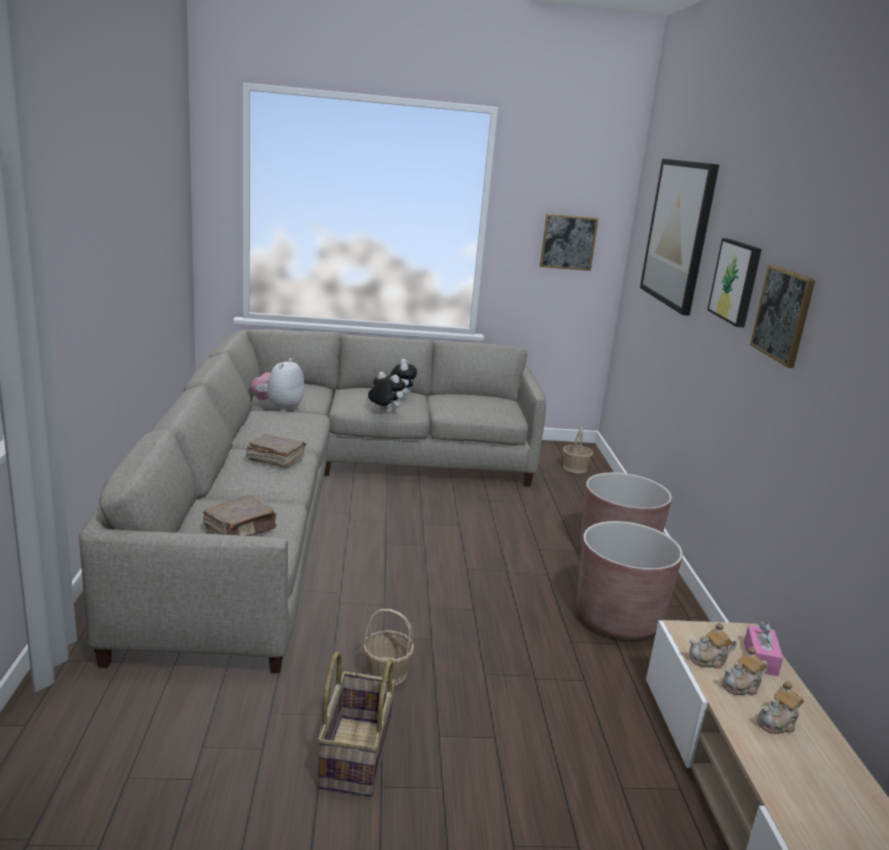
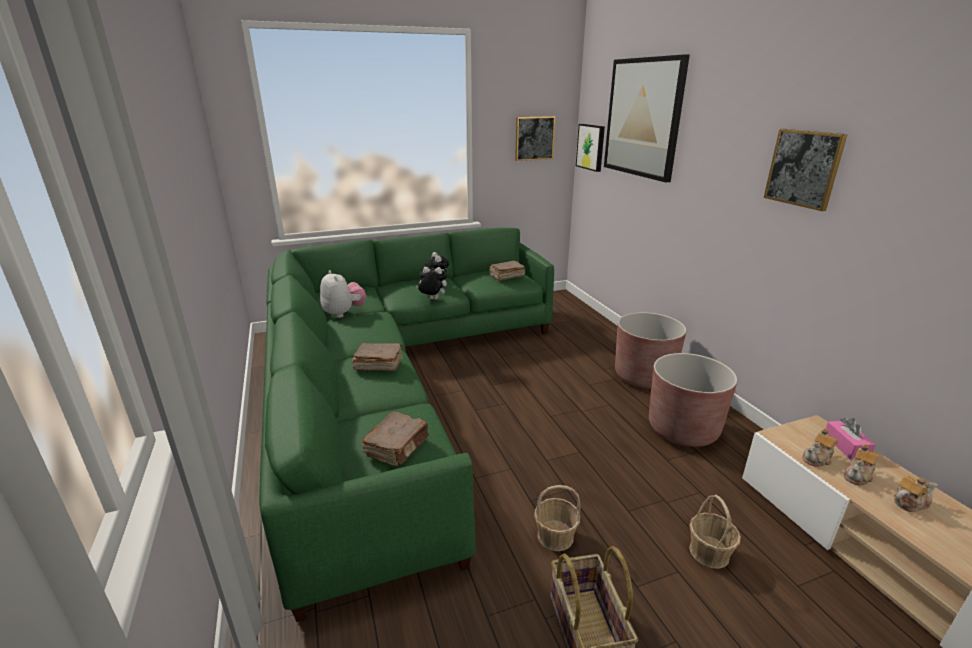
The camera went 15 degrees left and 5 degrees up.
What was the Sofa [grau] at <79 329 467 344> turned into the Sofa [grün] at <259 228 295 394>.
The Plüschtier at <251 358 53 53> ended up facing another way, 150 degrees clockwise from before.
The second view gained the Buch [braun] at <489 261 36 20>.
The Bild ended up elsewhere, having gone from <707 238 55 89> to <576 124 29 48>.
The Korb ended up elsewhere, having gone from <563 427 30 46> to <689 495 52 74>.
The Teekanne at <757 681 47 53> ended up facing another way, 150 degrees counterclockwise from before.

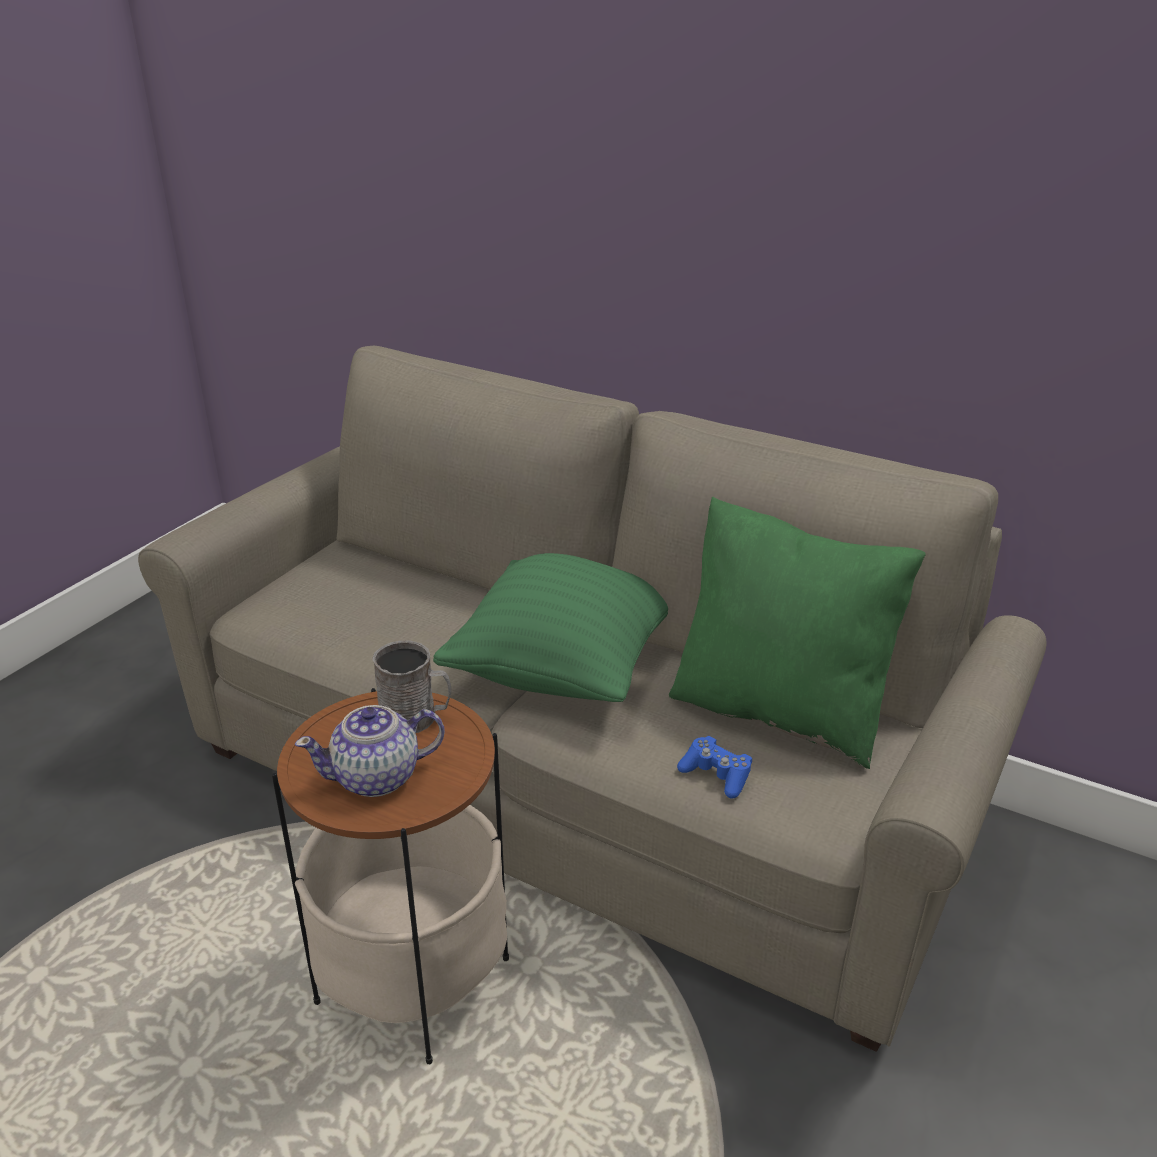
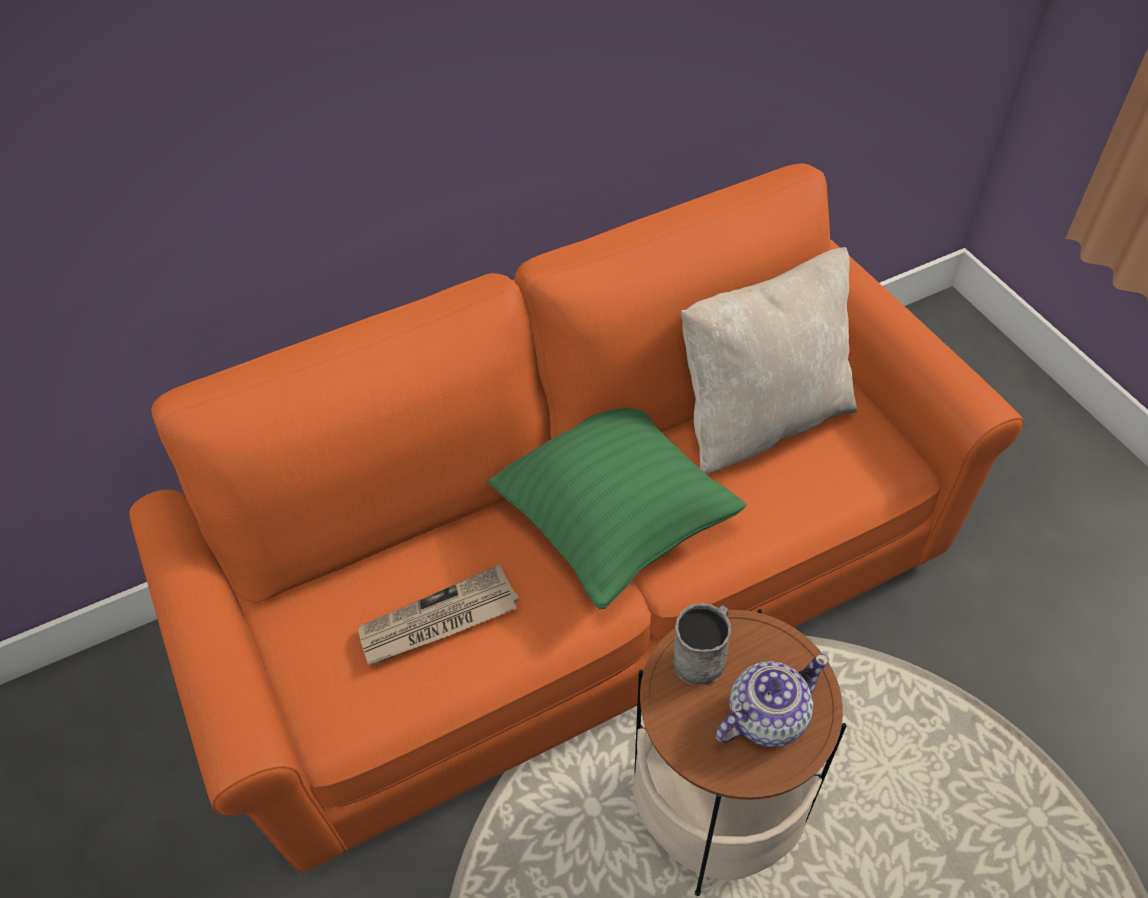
The camera went 55 degrees left and 20 degrees up.
What was the Sofa [beige] at <138 346 909 706> turned into the Sofa [orange] at <129 163 895 710>.
The second view gained the Zeitung at <358 564 161 101>.
What was the Kissen [grün] at <669 497 257 272> turned into the Kissen [beige] at <681 247 176 227>.
The Teekanne at <295 705 150 92> ended up facing another way, 135 degrees counterclockwise from before.
The second view lost the Gamepad [blau] at <677 736 75 63>.

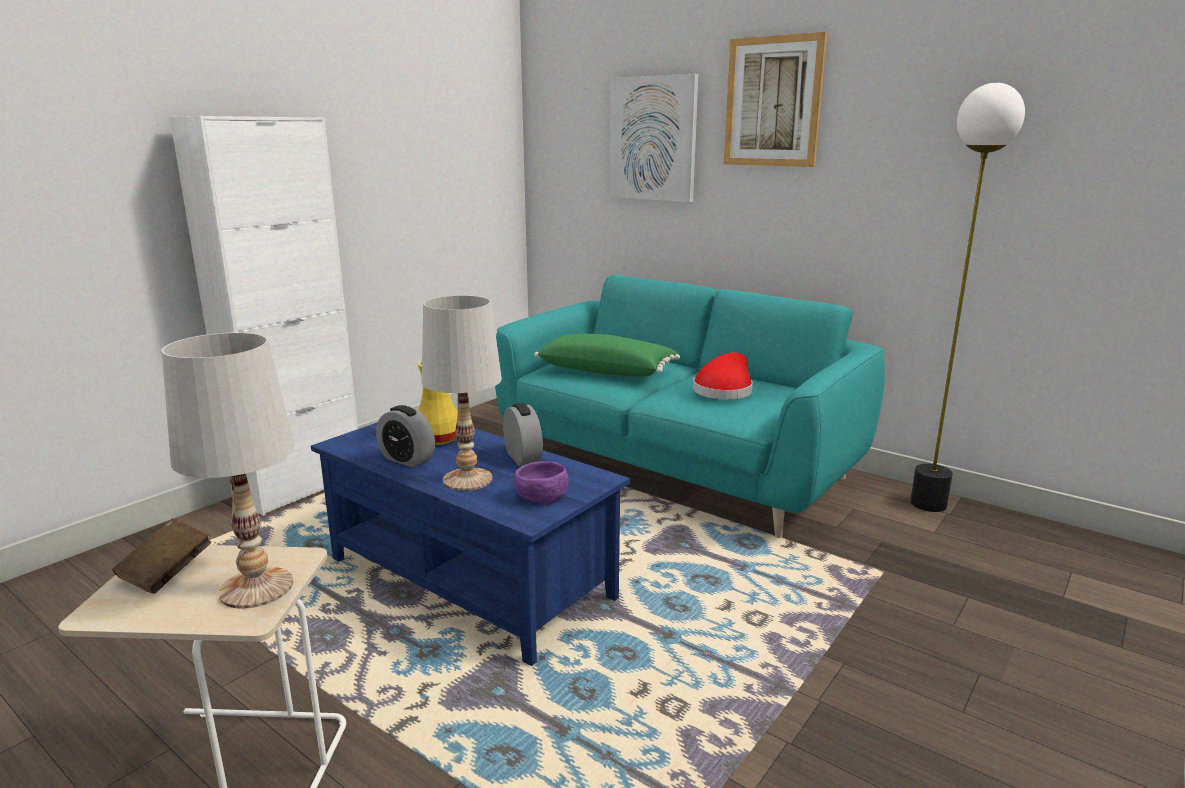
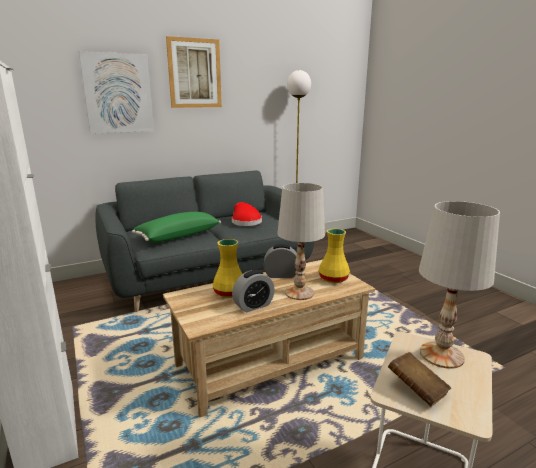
The camera went 65 degrees left and 0 degrees up.
What was the Sofa [türkis] at <495 275 390 263> turned into the Sofa [grau] at <95 170 219 142>.
What was the Couchtisch [blau] at <311 422 319 244> turned into the Couchtisch [beige] at <163 260 212 157>.
Where the Schüssel [lila] stood at <514 462 55 43>, the Vase [gelb] came to stand at <318 229 32 54>.

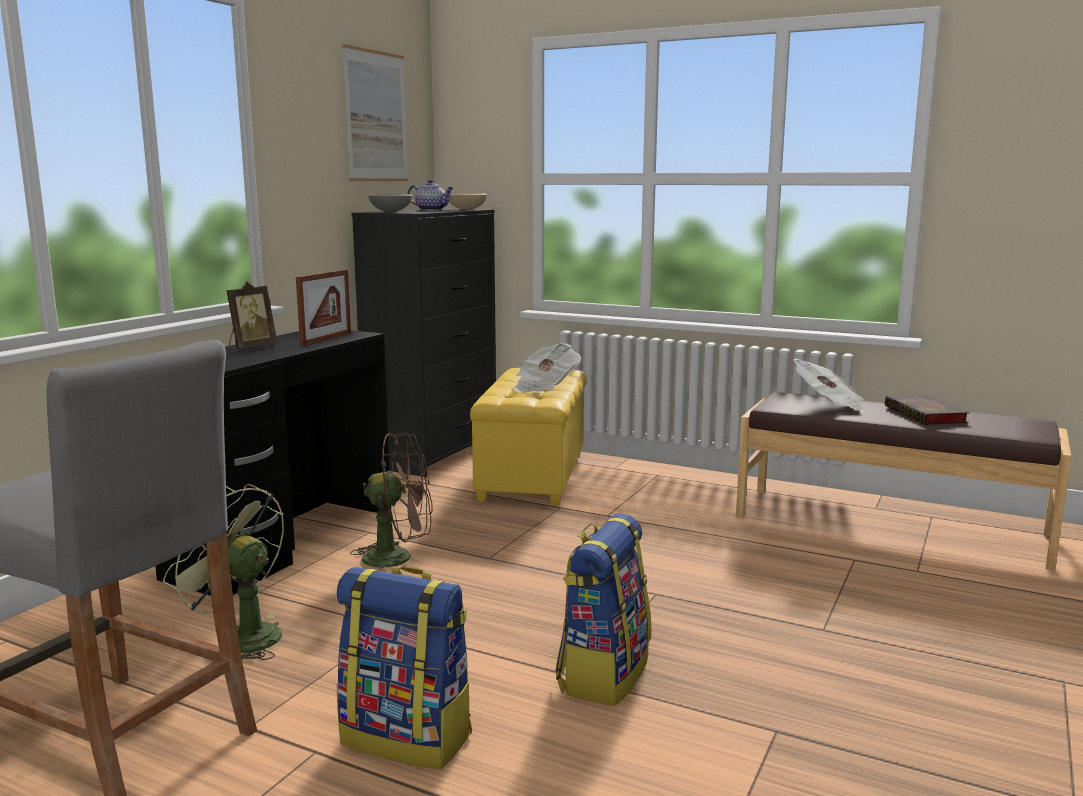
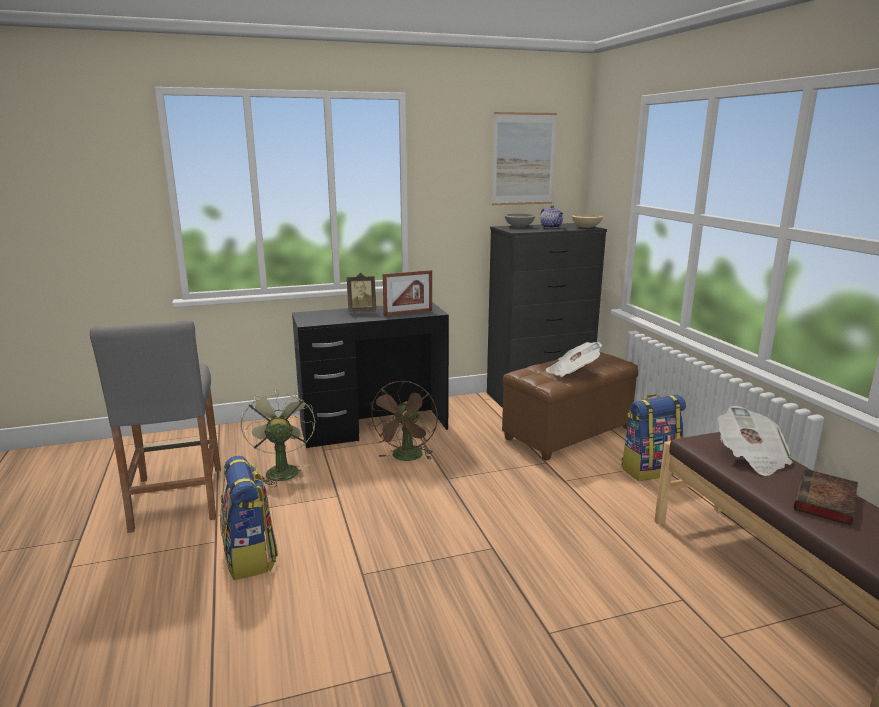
The camera went 45 degrees right and 5 degrees up.
The Ventilator [braun] at <350 432 82 143> ended up facing another way, 60 degrees clockwise from before.
What was the Polsterhocker [gelb] at <470 368 117 138> turned into the Polsterhocker [braun] at <502 352 136 109>.
The Rucksack ended up elsewhere, having gone from <555 514 96 192> to <621 394 65 87>.

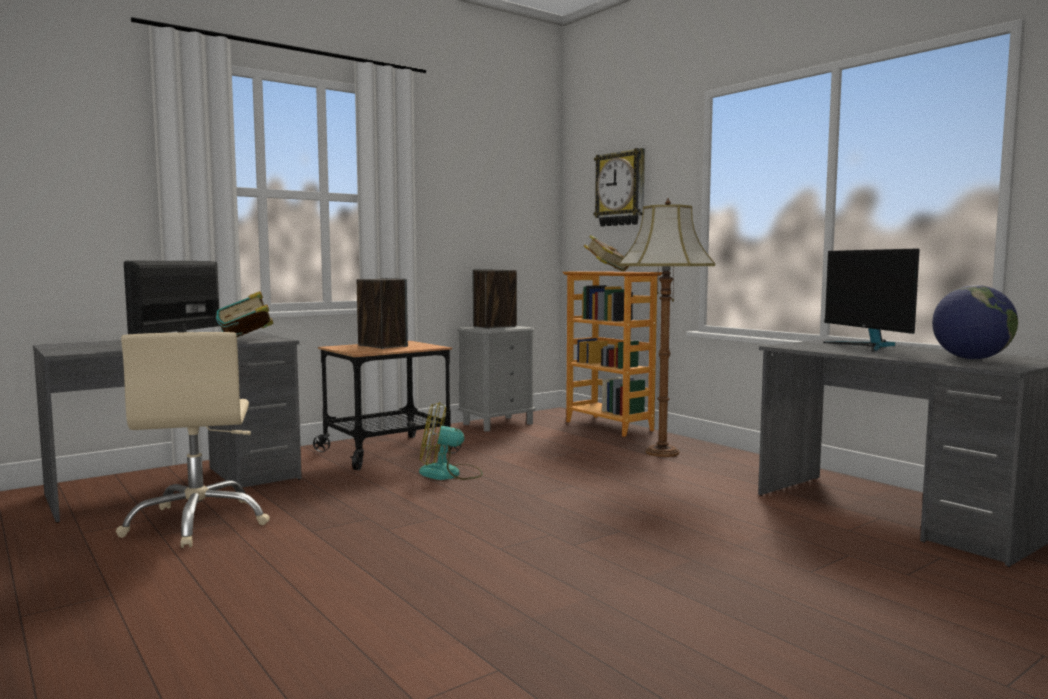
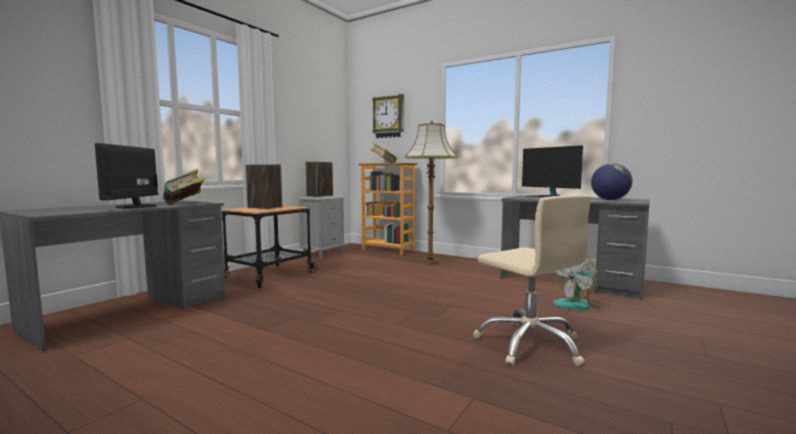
The camera went 20 degrees left and 0 degrees up.
The Bürostuhl [beige] ended up elsewhere, having gone from <116 332 154 216> to <473 195 119 171>.
The Ventilator ended up elsewhere, having gone from <419 402 64 78> to <553 257 49 53>.

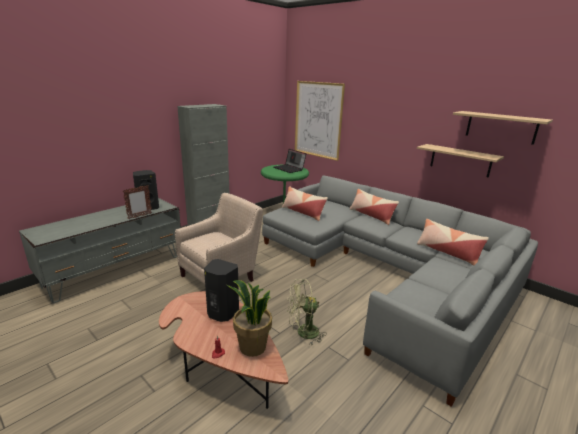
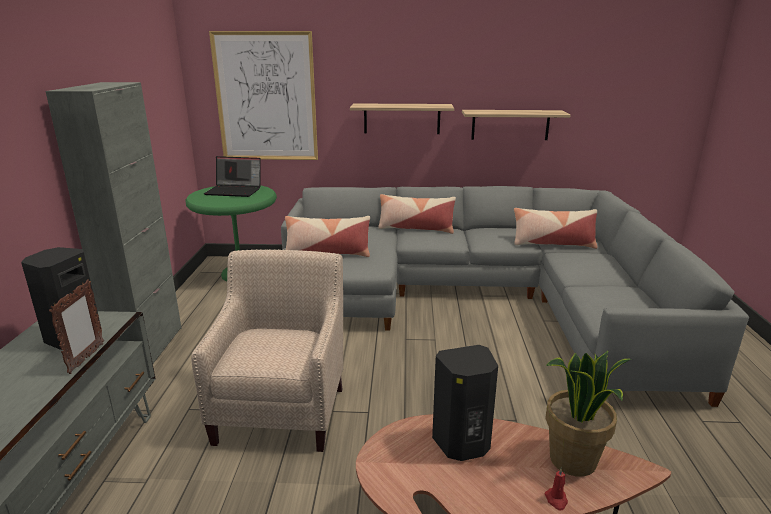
The camera went 40 degrees left and 0 degrees up.
The Wandregal ended up elsewhere, having gone from <453 111 100 34> to <350 104 104 30>.
The second view lost the Ventilator [grün] at <287 279 40 66>.

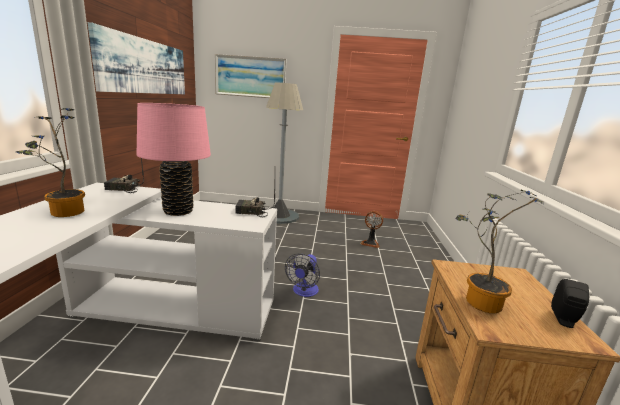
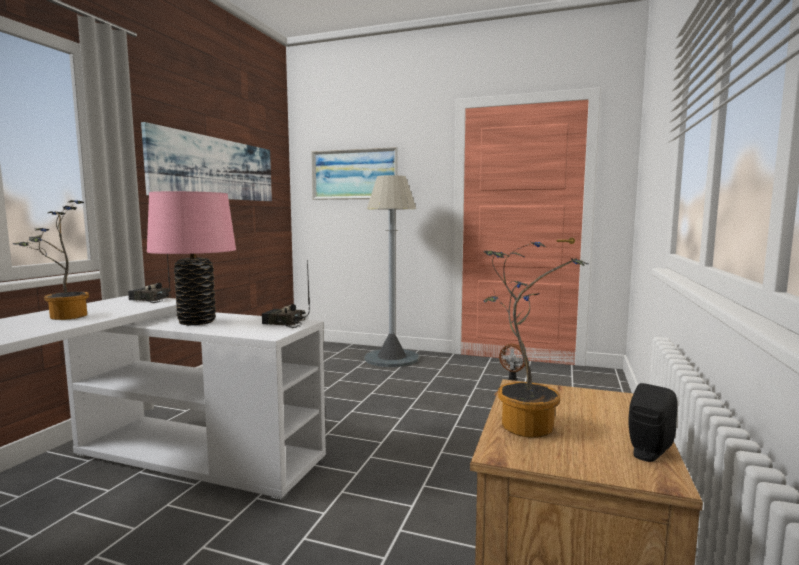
The camera went 15 degrees right and 10 degrees down.
The second view lost the Ventilator at <285 253 35 44>.

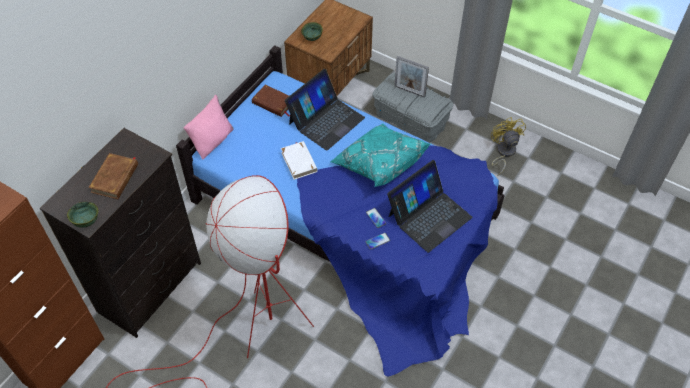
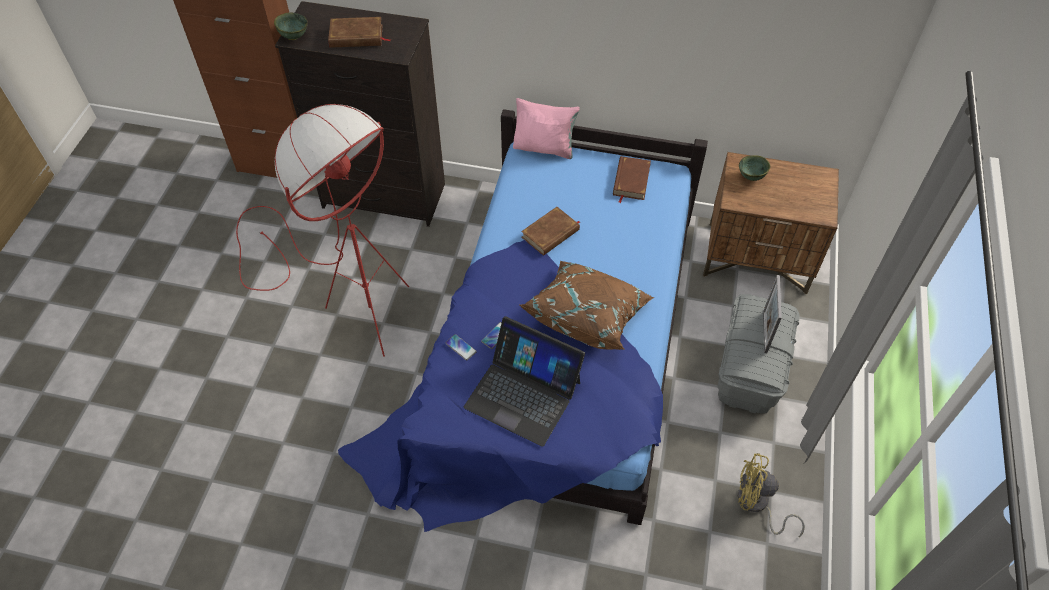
The camera went 70 degrees right and 0 degrees up.
What was the Kissen [türkis] at <330 123 101 64> turned into the Kissen [braun] at <519 261 135 89>.
What was the Buch [weiß] at <281 141 37 39> turned into the Buch [braun] at <521 207 59 49>.
The Ventilator [gelb] at <491 117 35 59> ended up facing another way, 135 degrees counterclockwise from before.
The second view lost the Laptop at <285 69 80 82>.

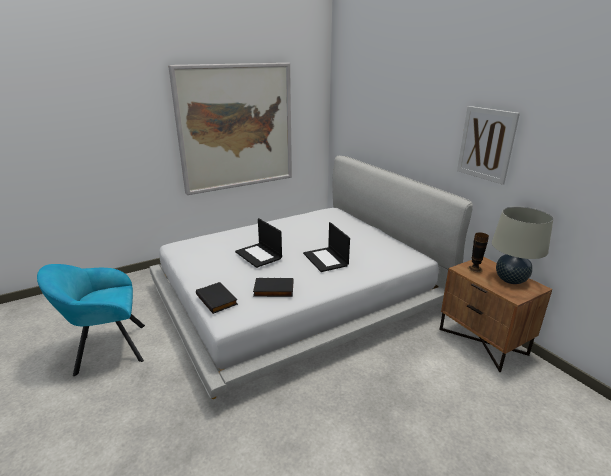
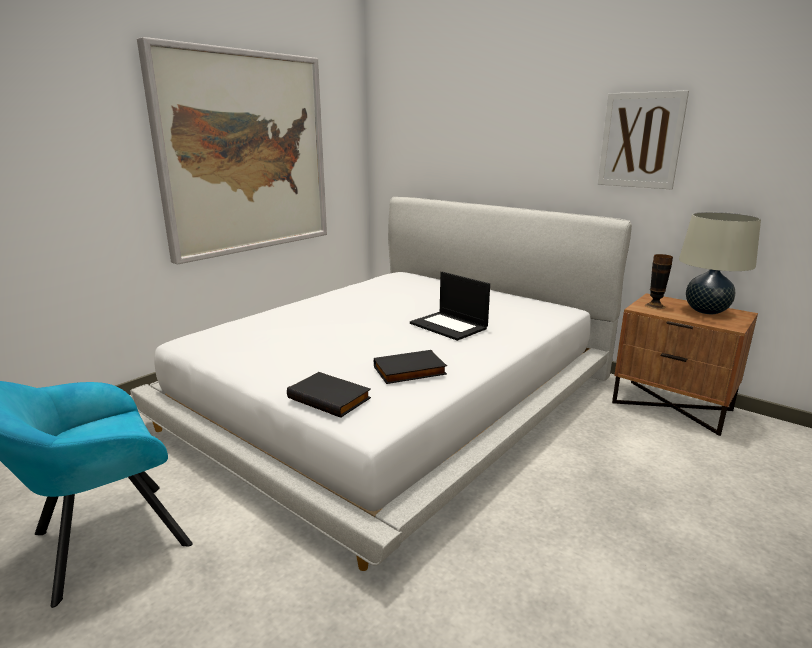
The camera went 20 degrees left and 5 degrees down.
The second view lost the Laptop at <235 218 47 50>.

